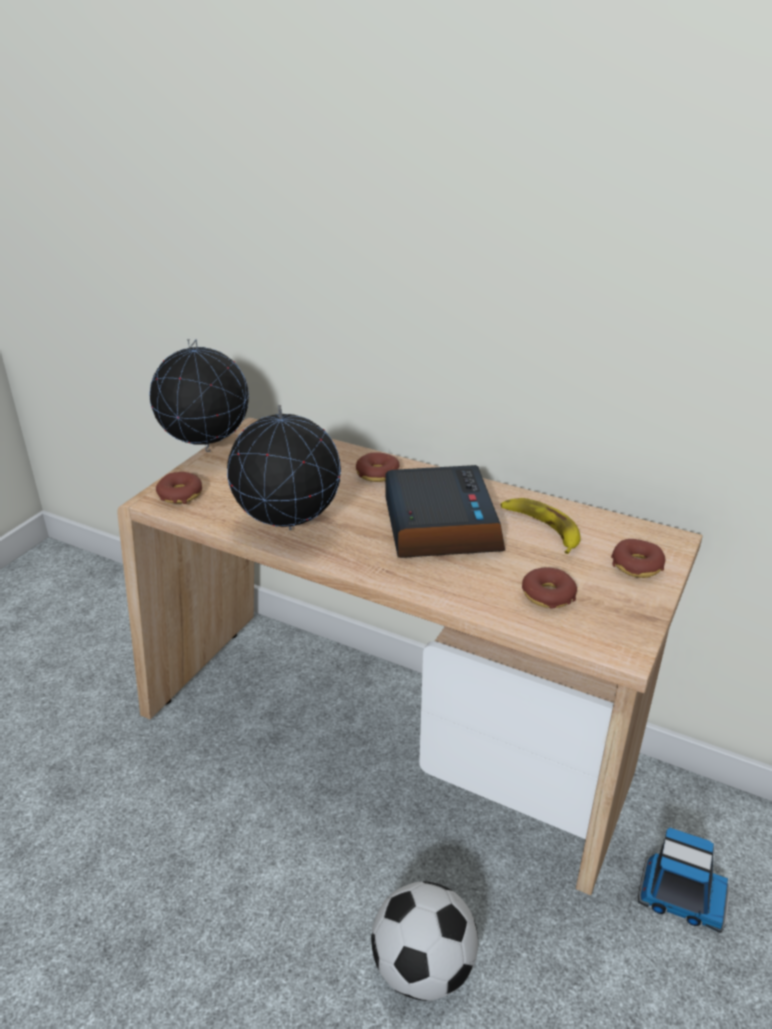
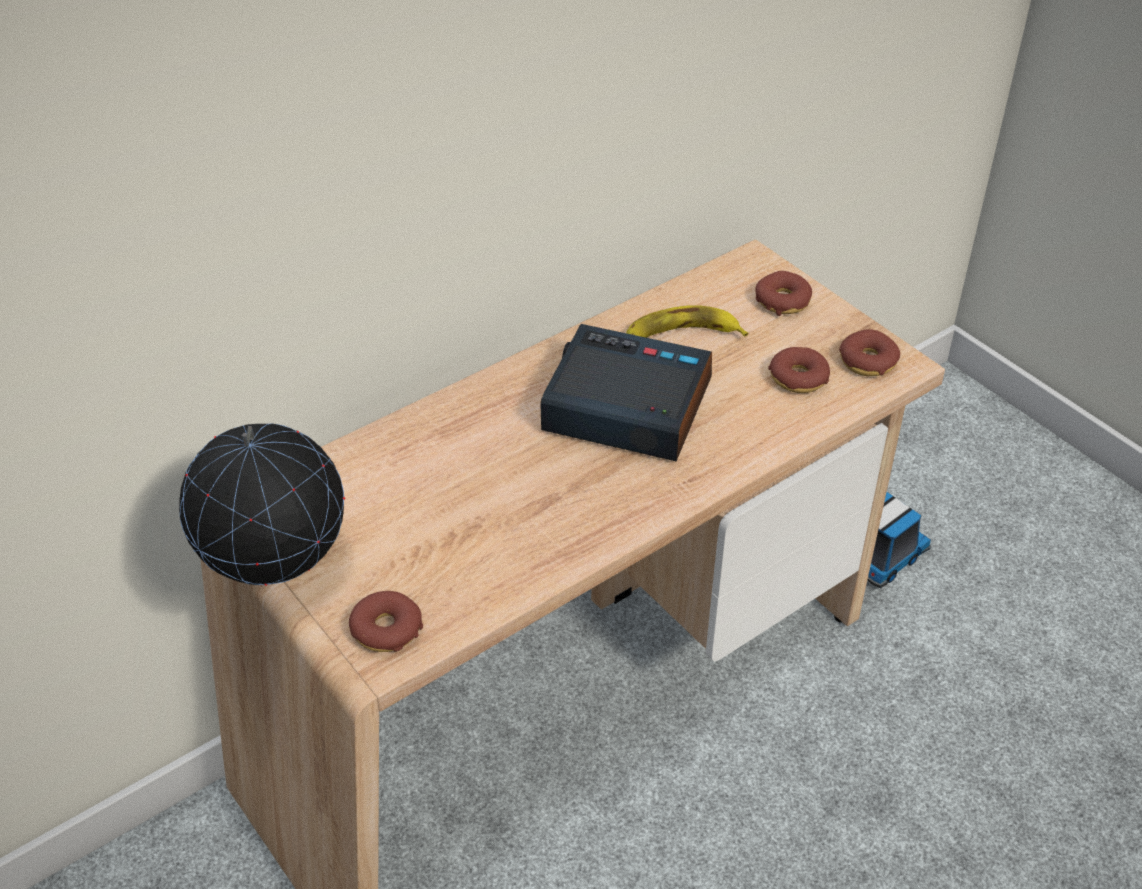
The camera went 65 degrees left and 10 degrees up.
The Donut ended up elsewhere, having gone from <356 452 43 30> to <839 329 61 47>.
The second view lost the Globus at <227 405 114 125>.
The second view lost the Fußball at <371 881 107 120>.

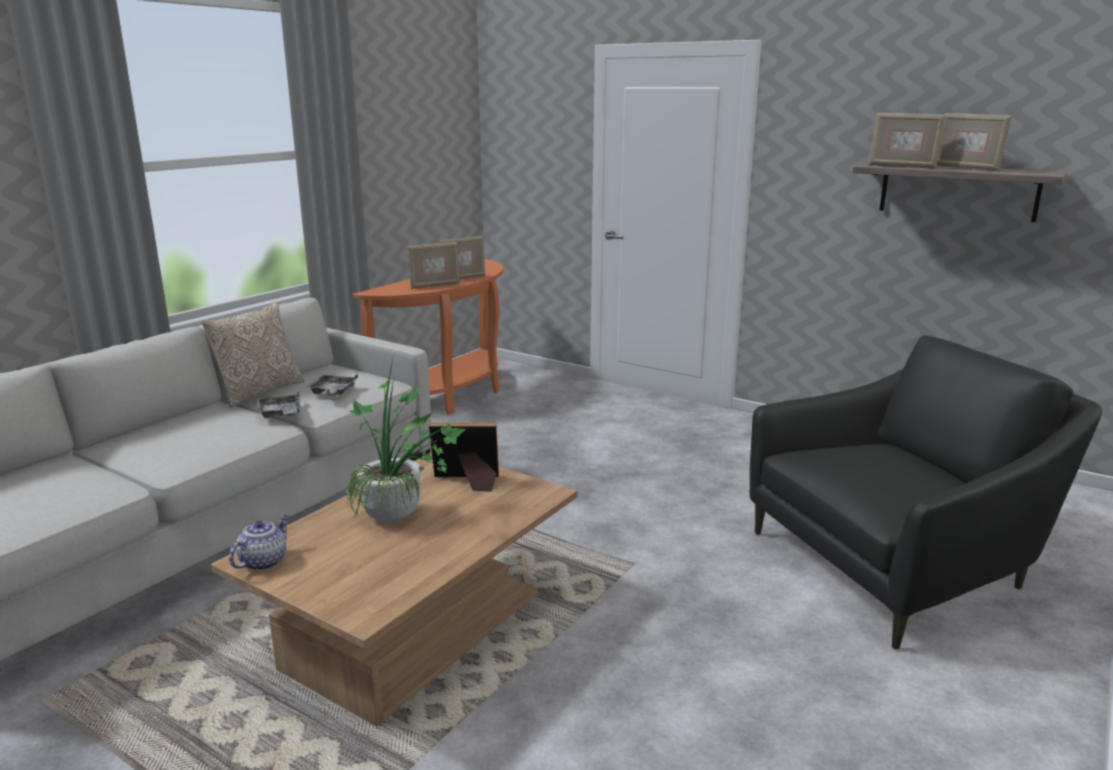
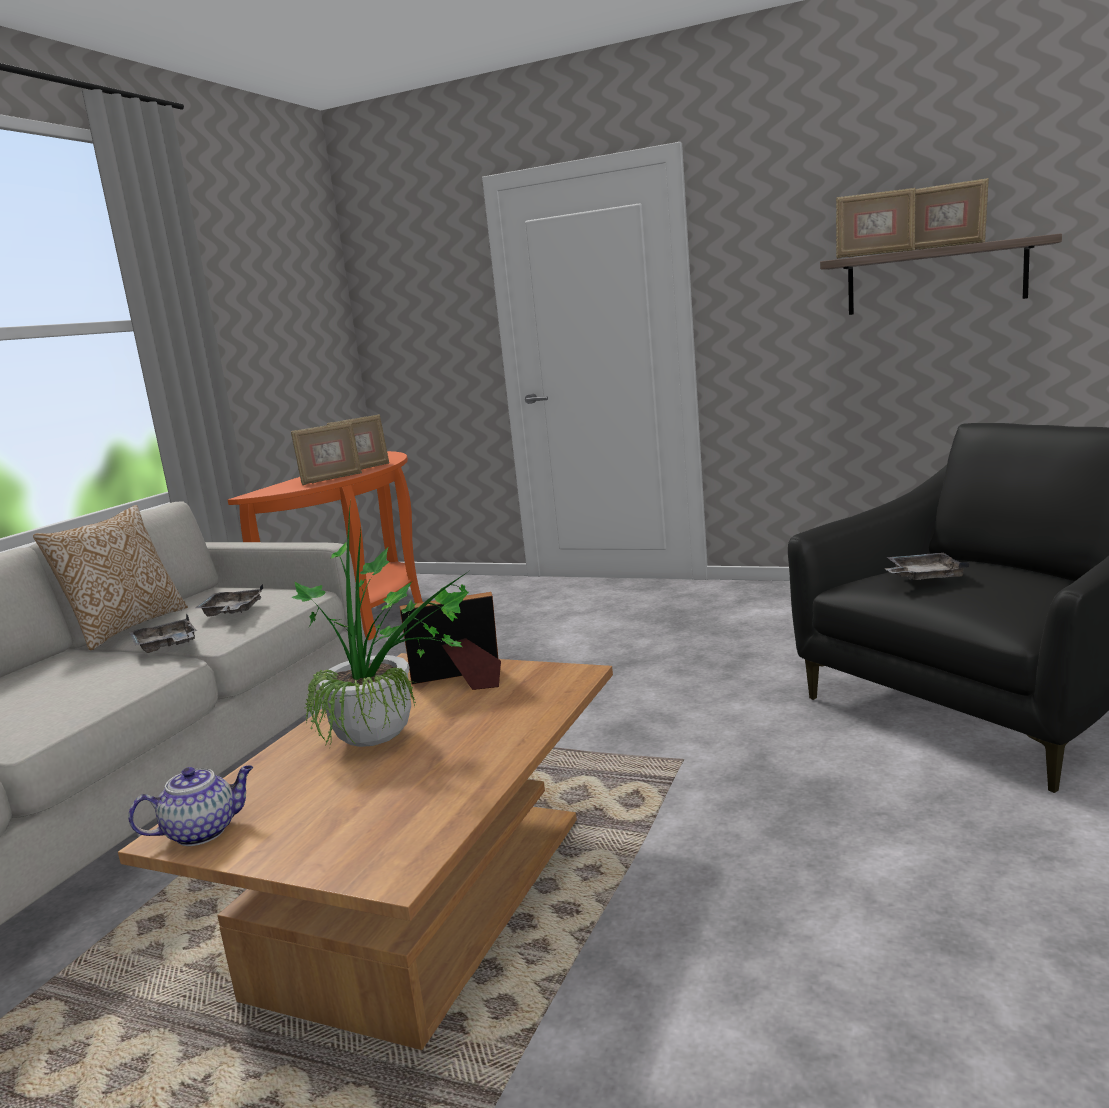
The camera went 10 degrees left and 5 degrees down.
The Teekanne at <229 515 60 56> ended up facing another way, 45 degrees clockwise from before.
The second view gained the Tablett [grau] at <884 553 85 27>.

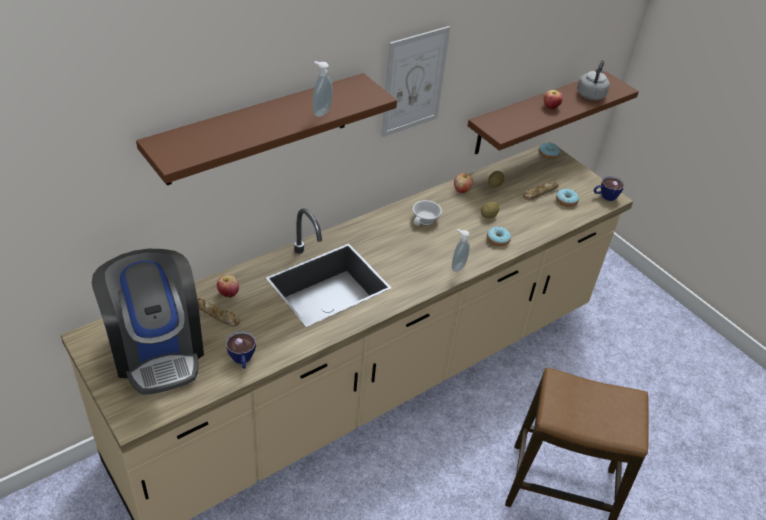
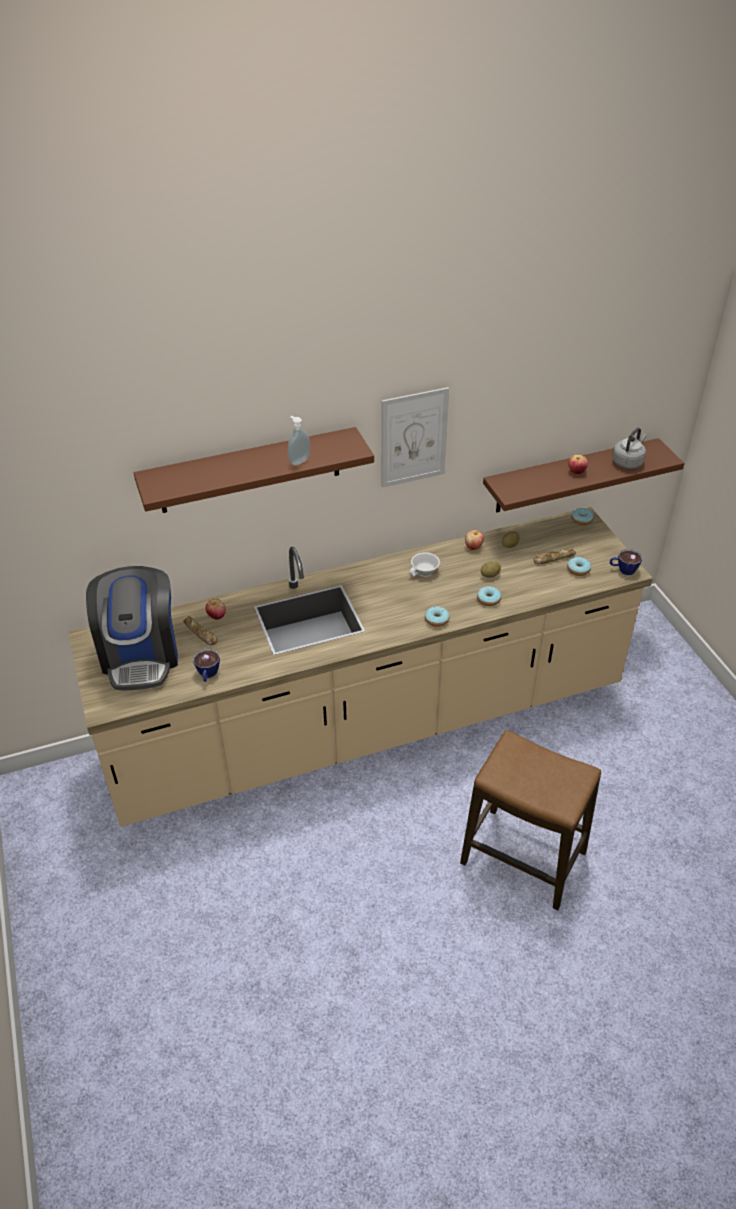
The camera went 20 degrees right and 0 degrees up.
Where the Seifenspender stood at <452 229 18 43>, the Donut came to stand at <425 606 25 21>.

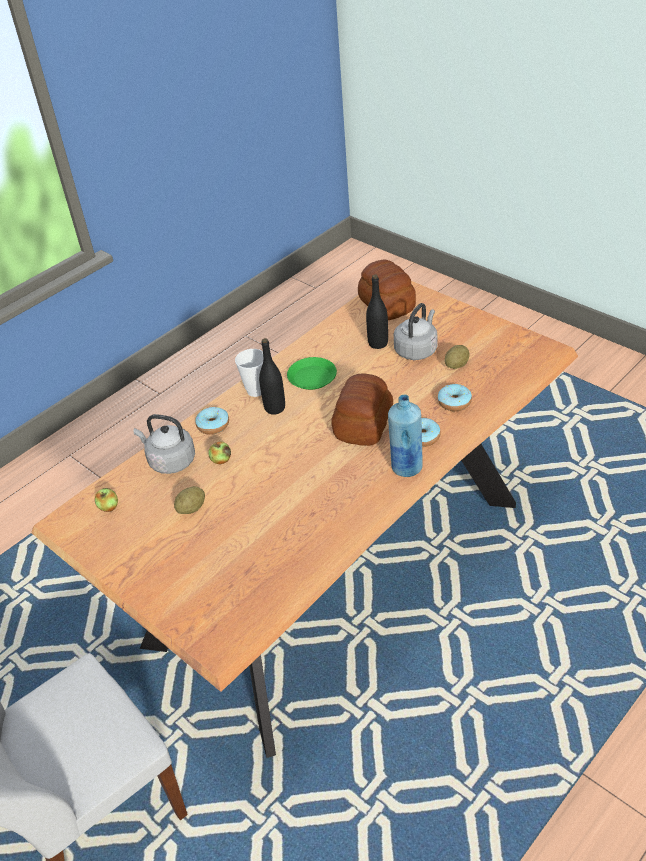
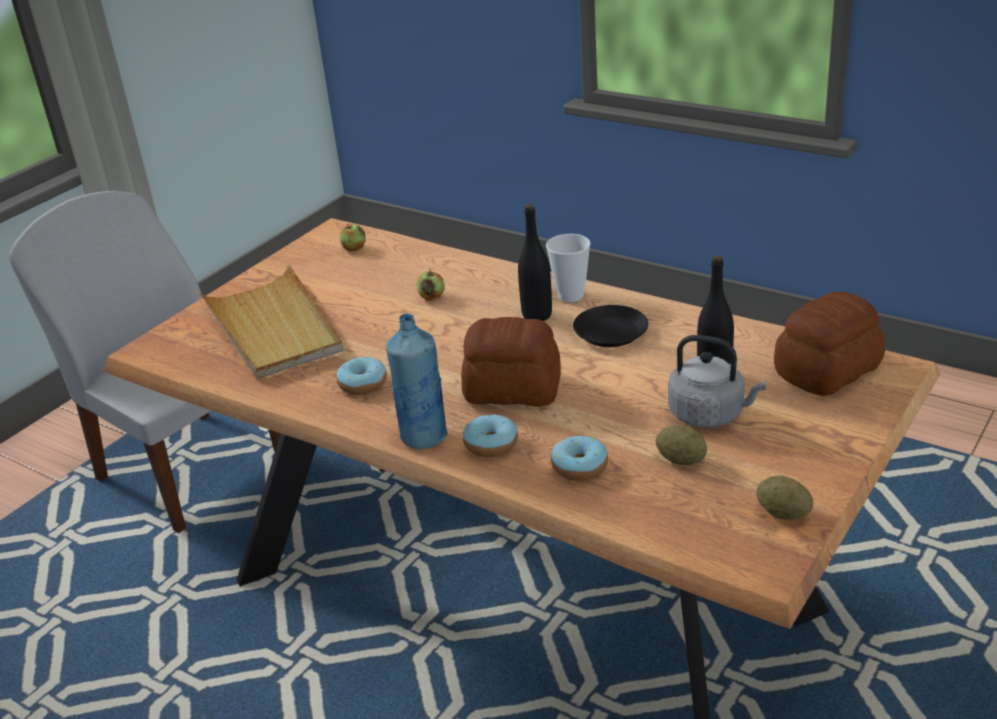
The camera went 80 degrees right and 10 degrees down.
The second view gained the Tablett [beige] at <198 264 145 116>.
The Donut ended up elsewhere, having gone from <195 407 34 28> to <336 357 51 38>.
What was the Teller [grün] at <287 357 50 33> turned into the Teller [schwarz] at <573 305 75 42>.
The Kartoffel ended up elsewhere, having gone from <174 486 31 28> to <756 476 57 43>.
The second view lost the Wasserkessel [grau] at <134 414 61 60>.

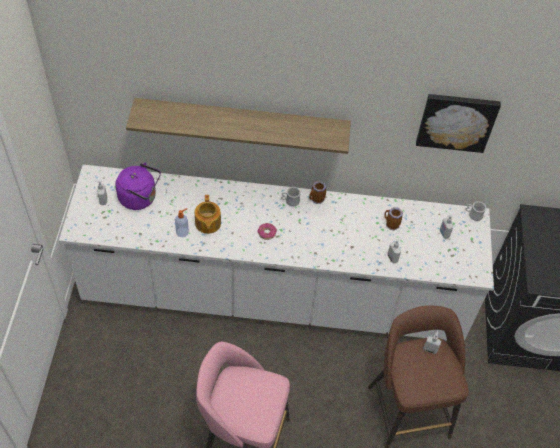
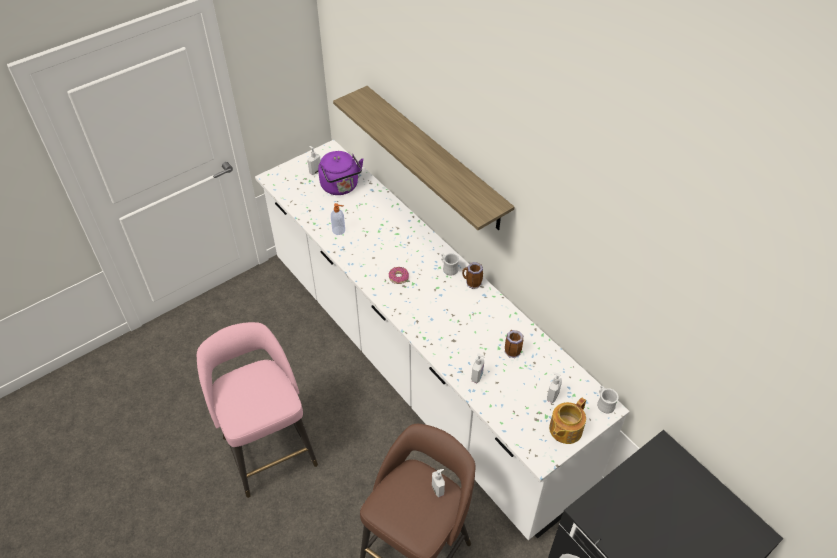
The camera went 50 degrees right and 5 degrees down.
The Teekanne ended up elsewhere, having gone from <195 195 26 39> to <549 397 37 47>.
The second view lost the Bild at <416 94 85 59>.

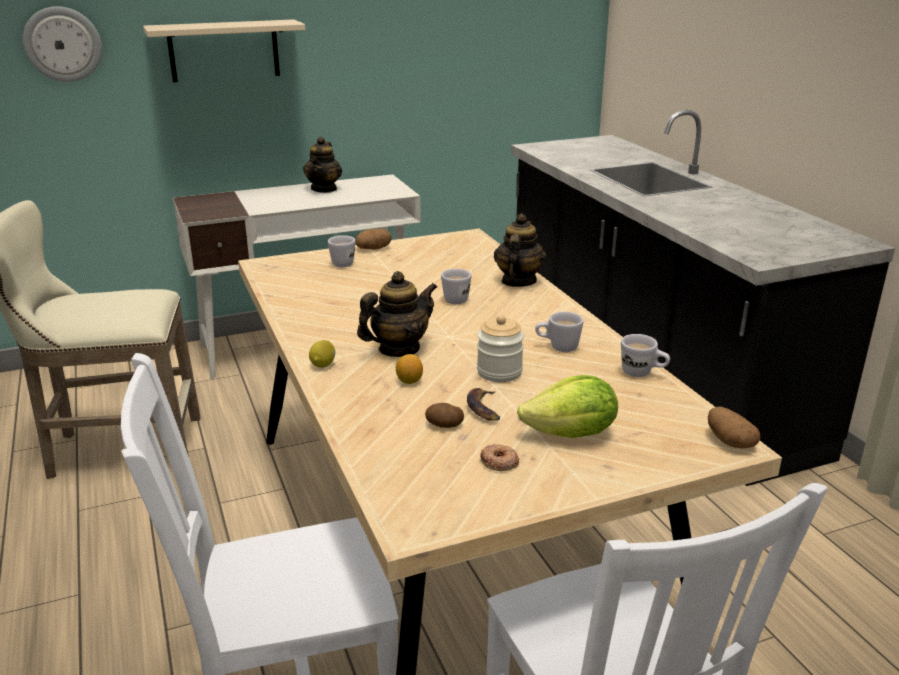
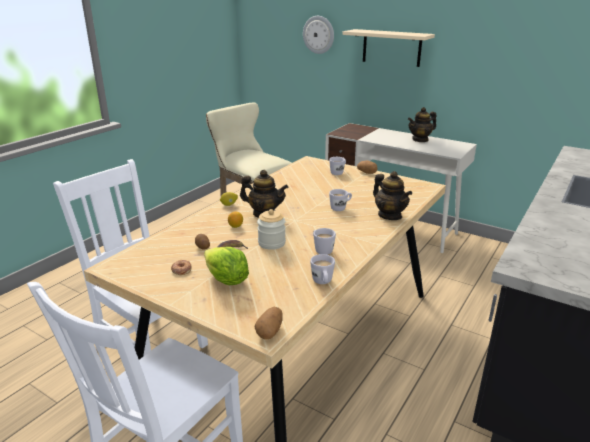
The camera went 55 degrees right and 0 degrees up.
The Teekanne at <494 213 53 74> ended up facing another way, 75 degrees clockwise from before.

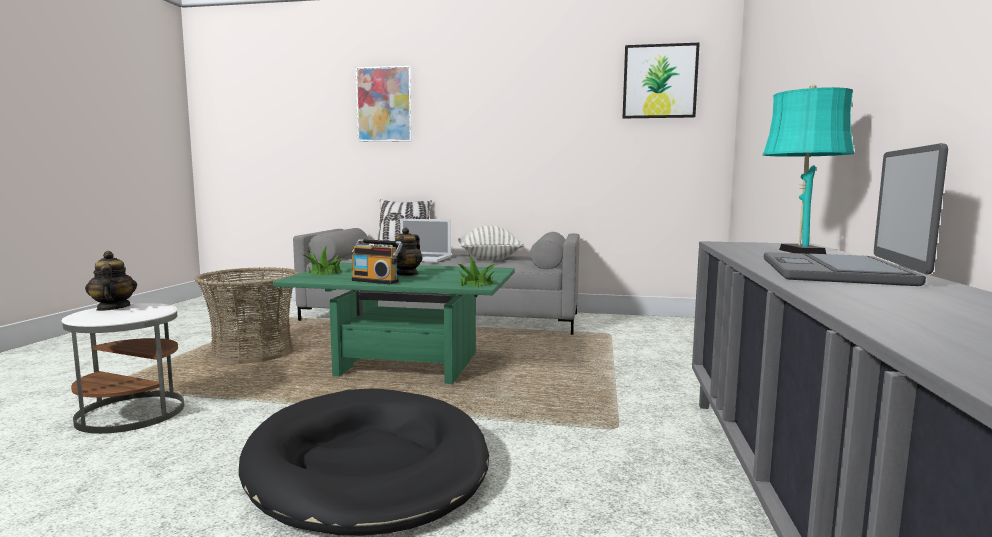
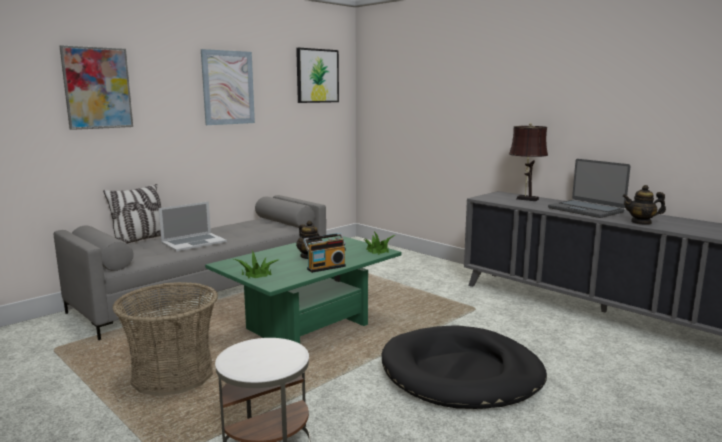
The camera went 55 degrees left and 5 degrees up.
The second view gained the Bild at <201 49 54 76>.
What was the Tischlampe [türkis] at <762 84 92 170> turned into the Tischlampe [braun] at <509 123 39 78>.
The Teekanne ended up elsewhere, having gone from <85 251 52 60> to <622 185 44 40>.
The second view lost the Kissen at <458 226 66 34>.

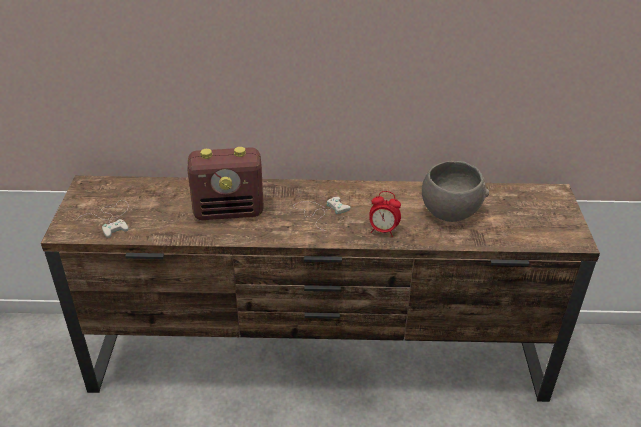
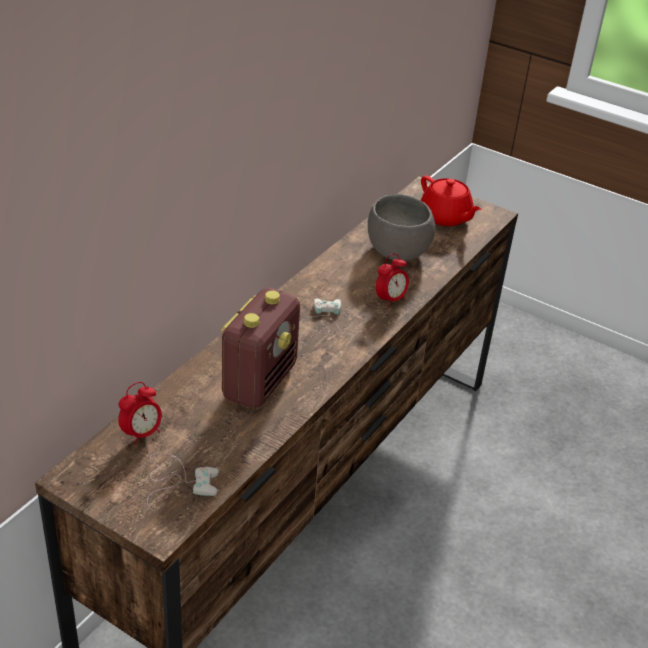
The camera went 60 degrees left and 0 degrees up.
The second view gained the Wecker at <118 382 44 64>.
The second view gained the Teekanne [rot] at <421 176 60 50>.

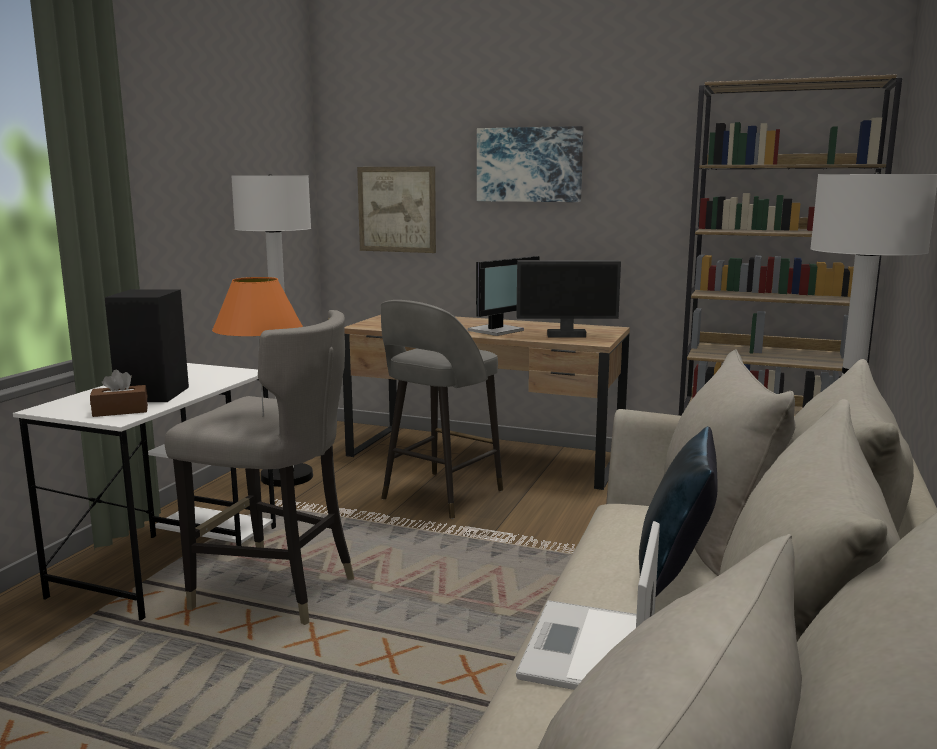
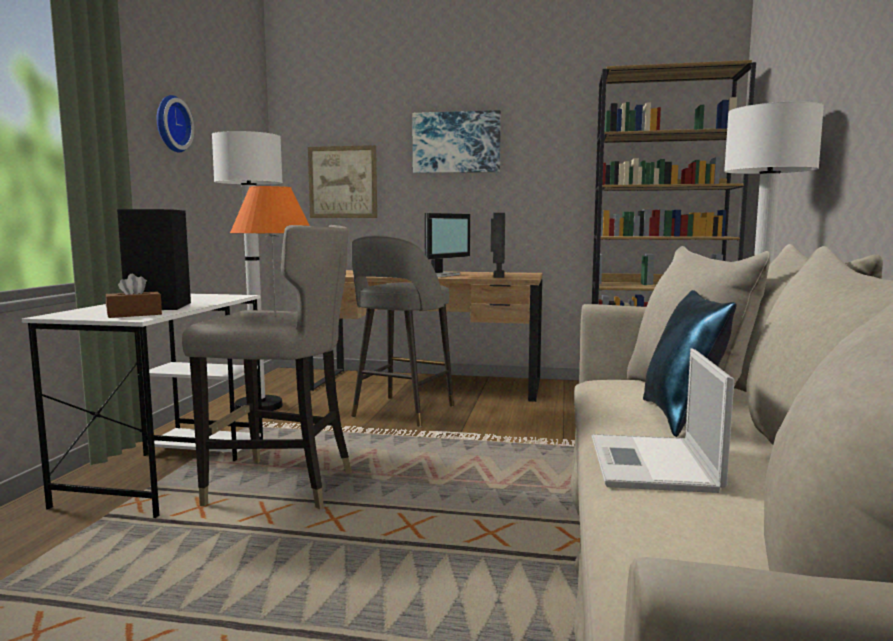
The camera went 10 degrees left and 5 degrees down.
The second view gained the Wanduhr at <157 95 37 57>.
The Monitor at <516 260 105 77> ended up facing another way, 75 degrees counterclockwise from before.

